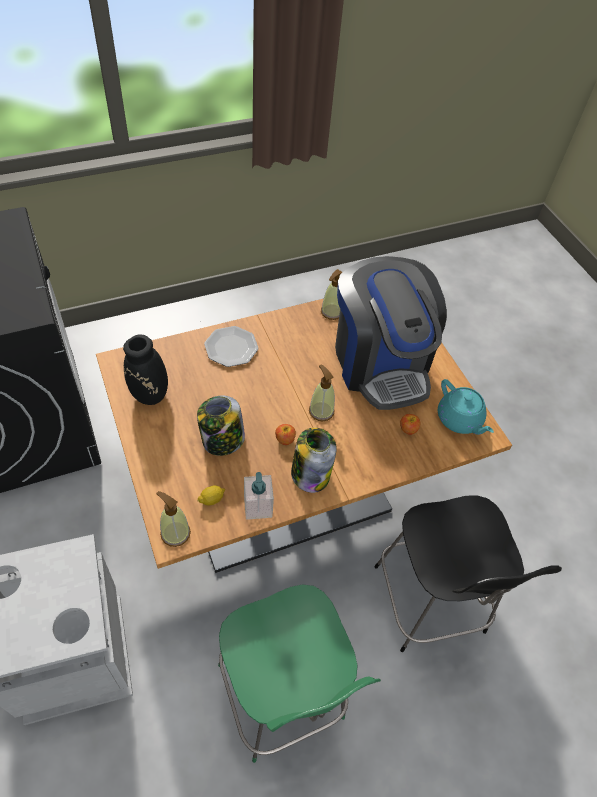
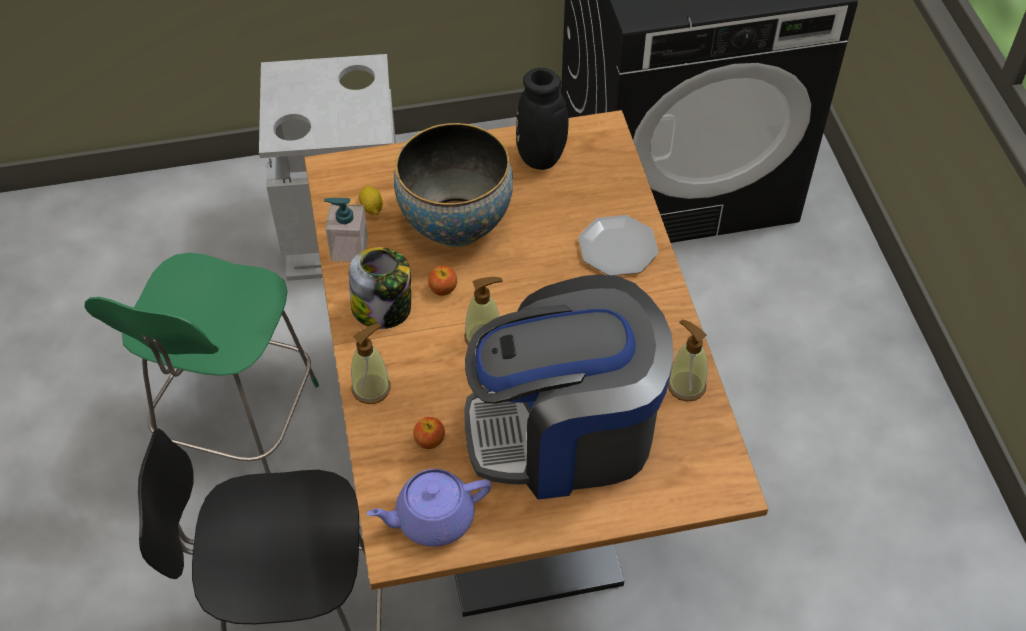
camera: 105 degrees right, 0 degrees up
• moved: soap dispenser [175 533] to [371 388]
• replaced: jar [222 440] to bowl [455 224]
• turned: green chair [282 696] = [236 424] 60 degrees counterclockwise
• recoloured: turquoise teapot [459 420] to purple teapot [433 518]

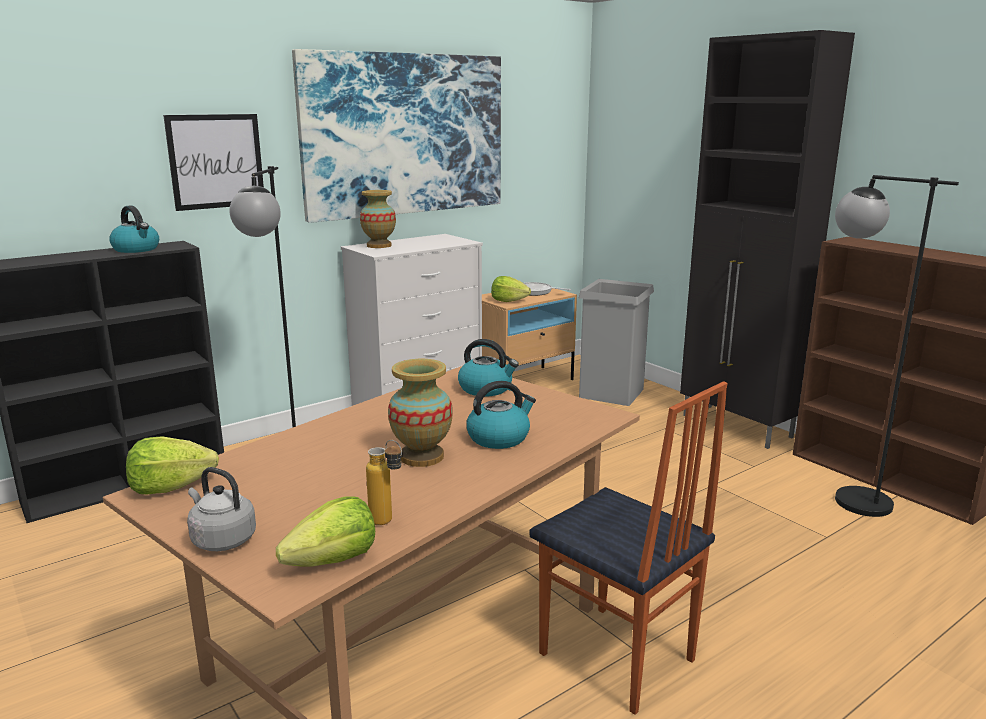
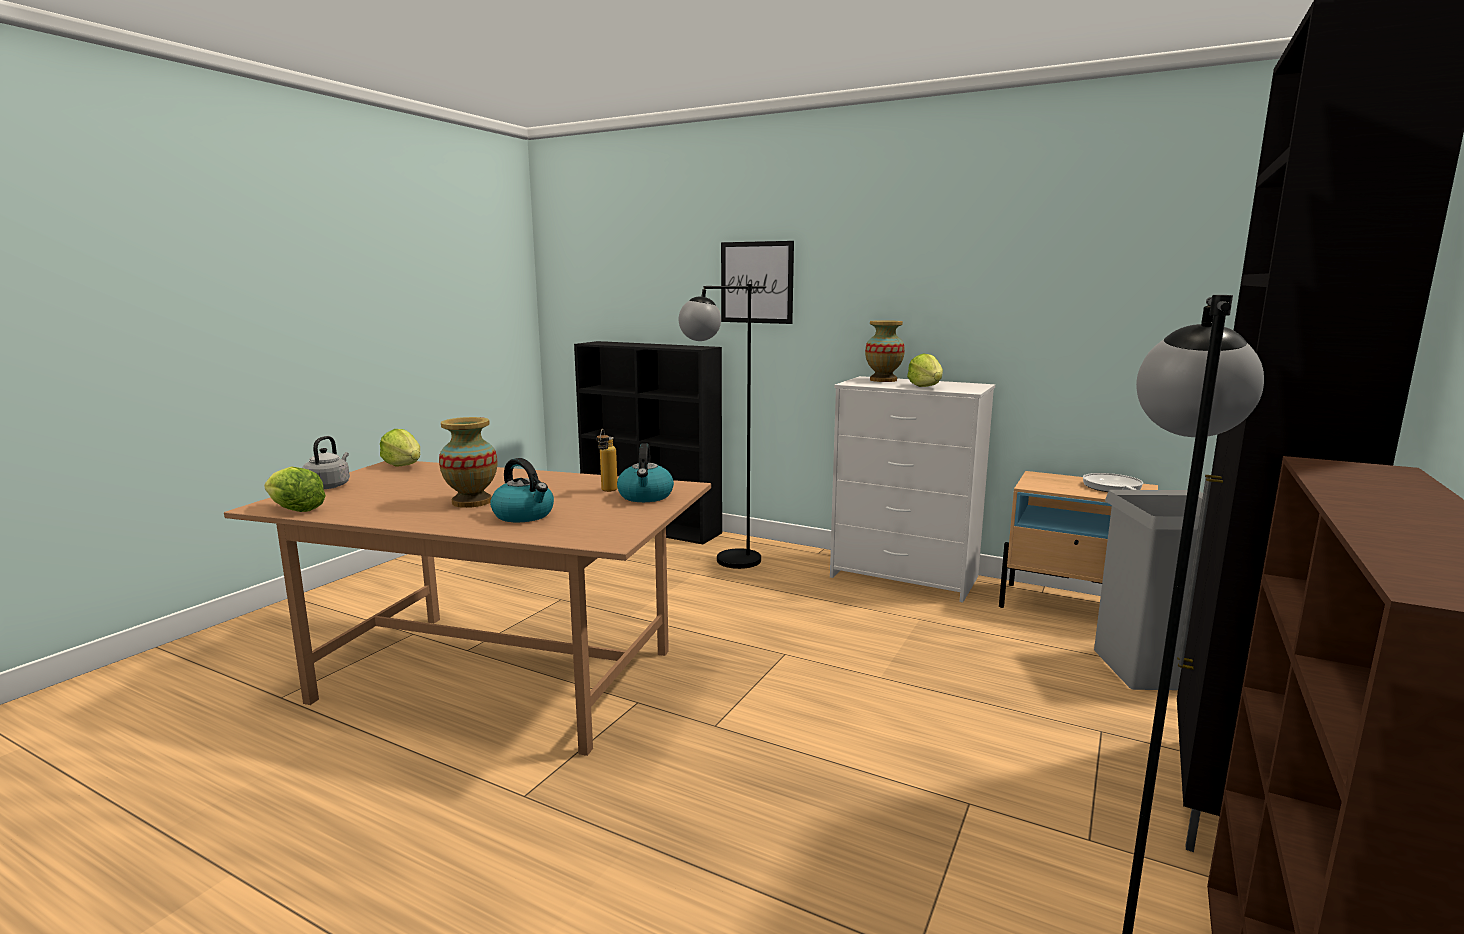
camera: 65 degrees right, 5 degrees down
• removed: kettle [137 249]
• removed: picture [405 135]
• moved: bottle [388 523] to [607 491]
• moved: lettuce [508 301] to [926 387]
• removed: chair [616 659]

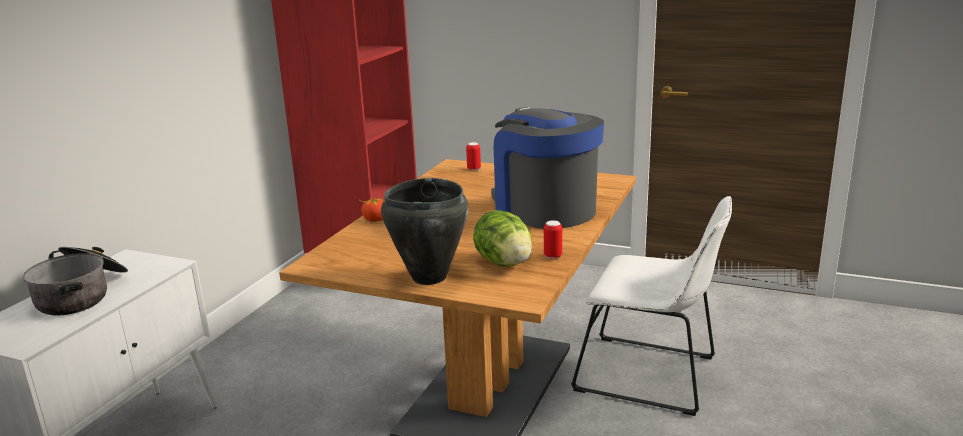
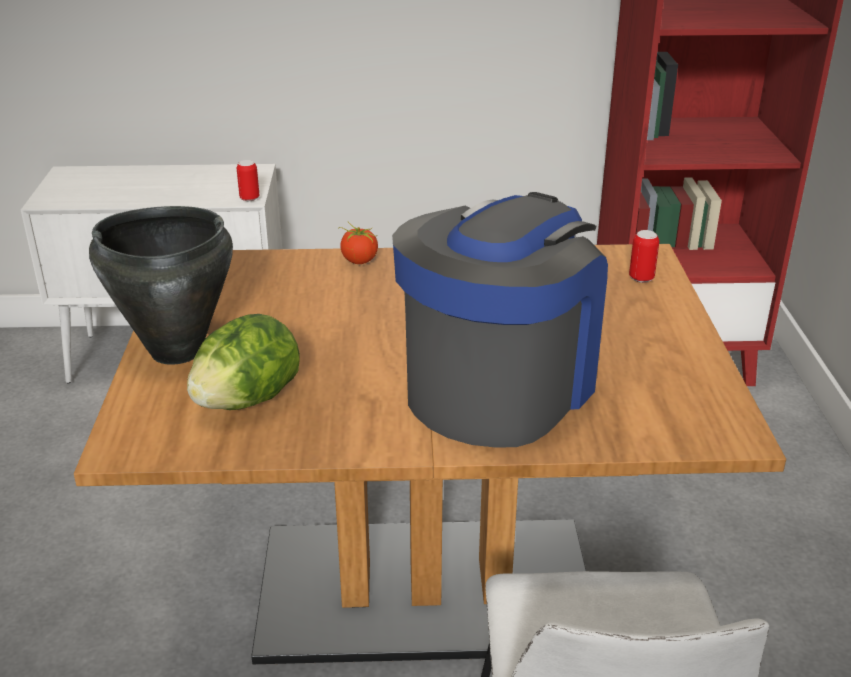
camera: 65 degrees right, 10 degrees up
• removed: cooking pot [82 294]
• moved: can [553 256] to [249 198]

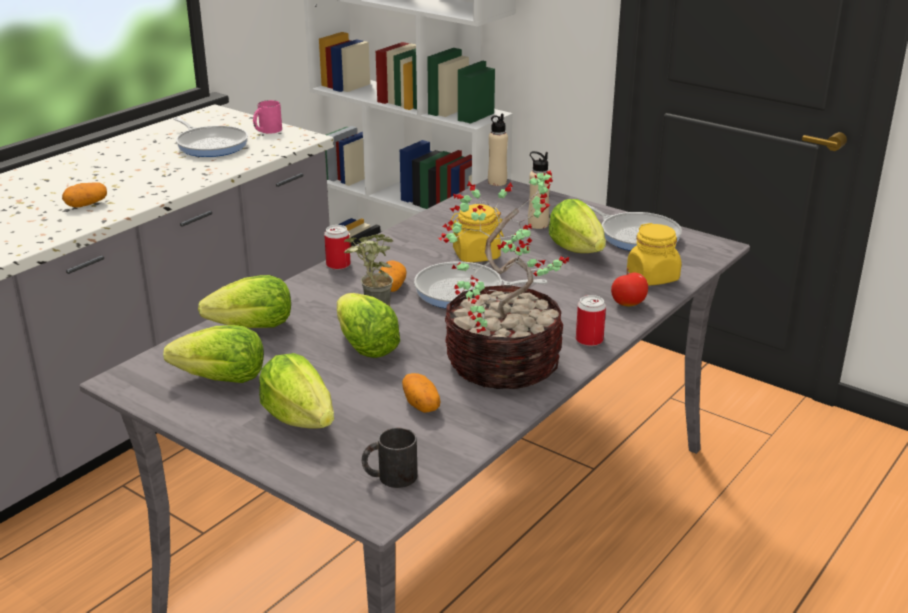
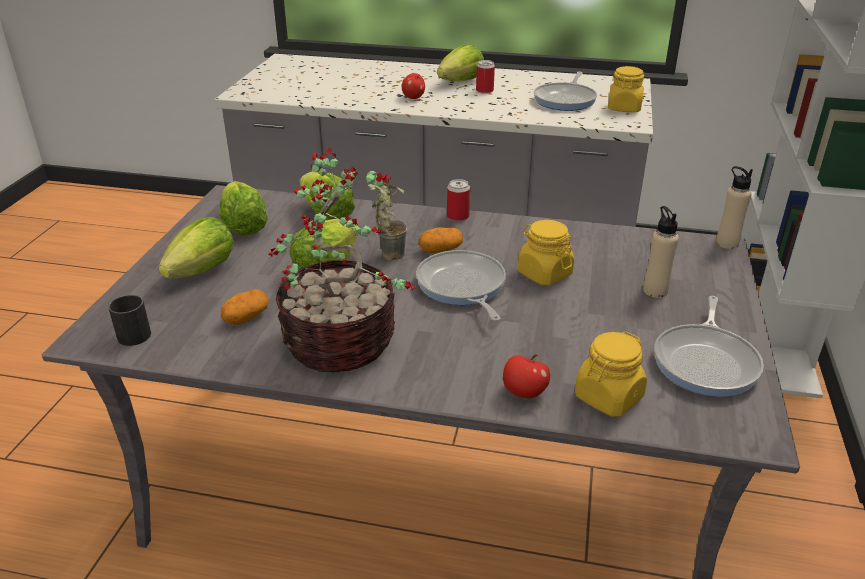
camera: 65 degrees right, 5 degrees up
• replaced: potato [86 205] to apple [413 98]
• replaced: pink mug [267 131] to yellow jar [624 108]
• moved: lettuce [577 249] to [461 82]
• moved: can [589 340] to [484 91]

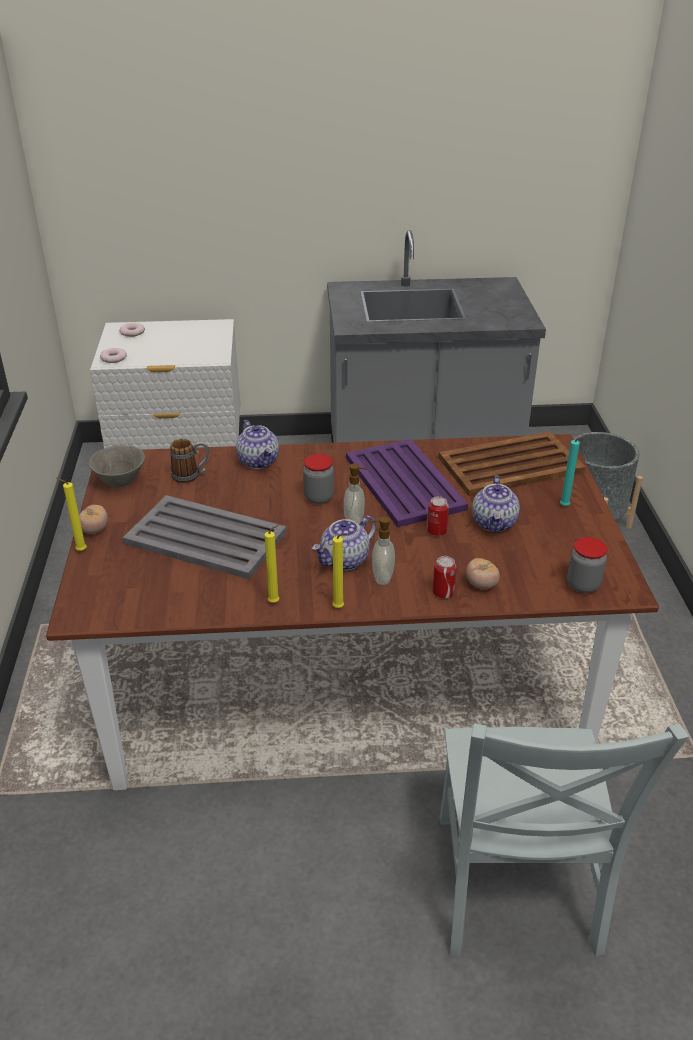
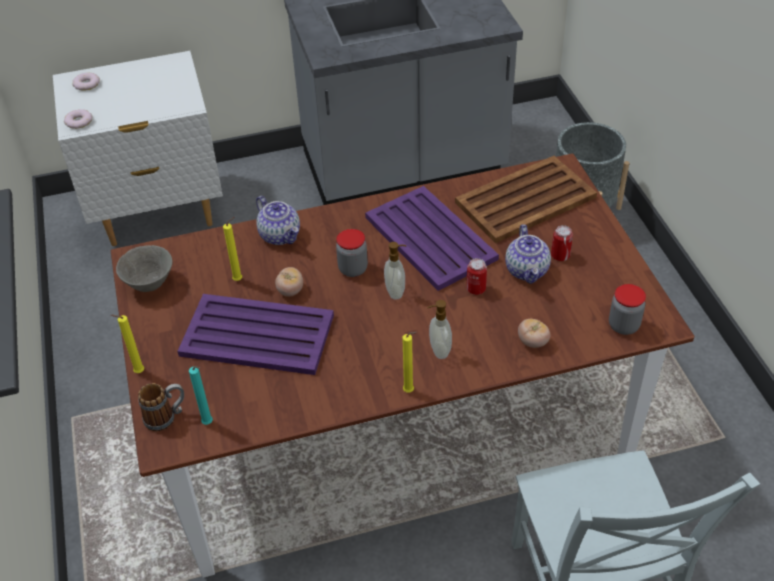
camera: 10 degrees left, 10 degrees up
• moved: tomato [94 530] to [290 291]
• recoloured: grey tray [204 537] to purple tray [256 335]
• moved: mug [191 476] to [166 417]
• moved: yellow candle [275 602] to [239 279]
• removed: teapot [345 560]
• moved: can [443 592] to [560 256]
• moved: turquoise candle [565 507] to [209 424]

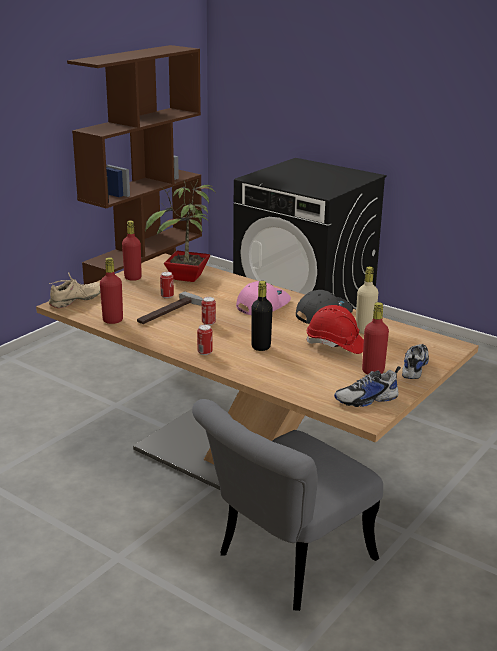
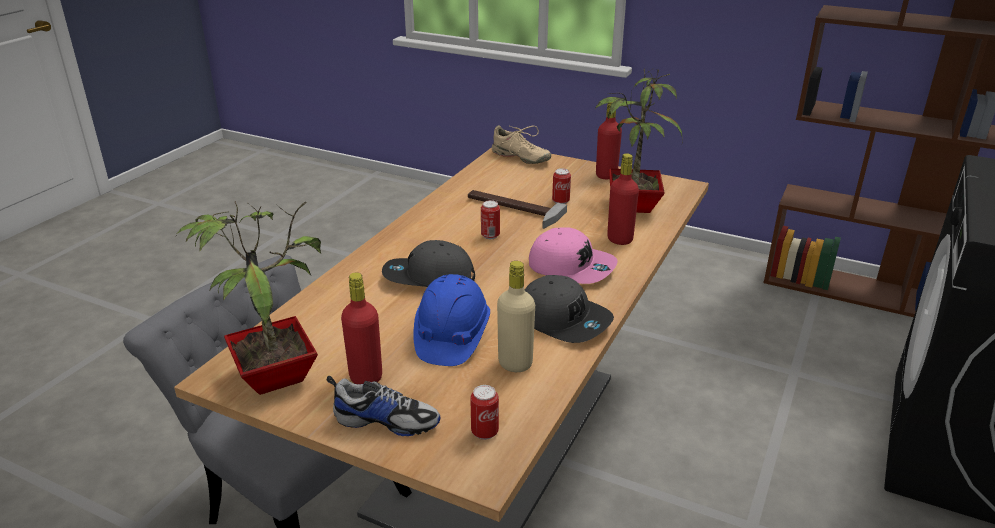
camera: 80 degrees right, 5 degrees up
• moved: red bottle [113 320] to [620 239]
• moved: can [205 352] to [484 432]
• replaced: black bottle [261 347] to grey cap [428 278]
• recoloured: red hard hat [335 345] to blue hard hat [451 337]
• replaced: shoe [367 399] to potted plant [274 374]

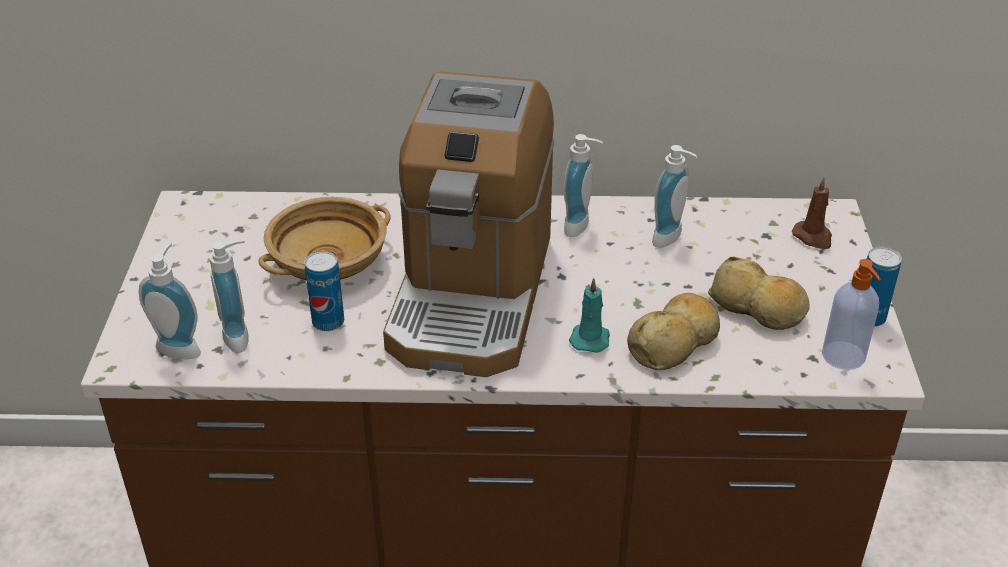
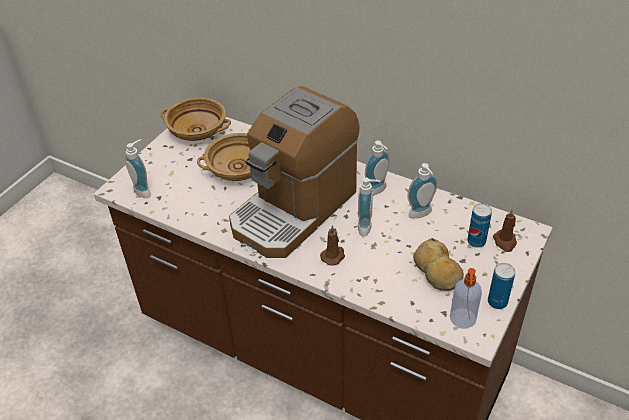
camera: 30 degrees right, 5 degrees up
• moved: soap dispenser [241 336] to [367 227]
• moved: can [328 322] to [476 241]
• recoloured: turquoise candle [590 338] to brown candle [333 256]
• removed: bread [675 342]
• added: beige bowl [198 131]

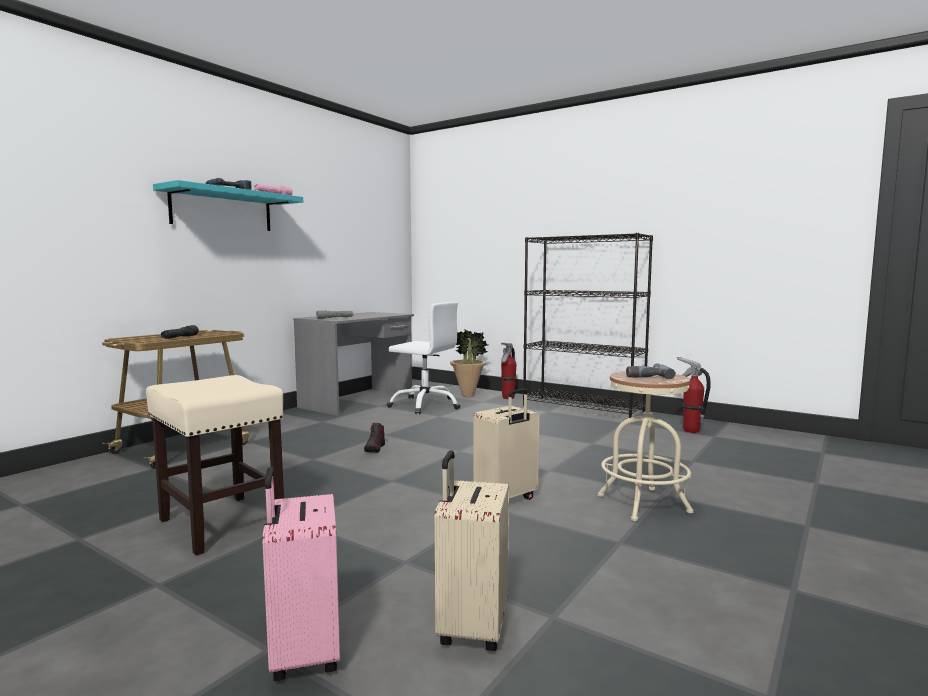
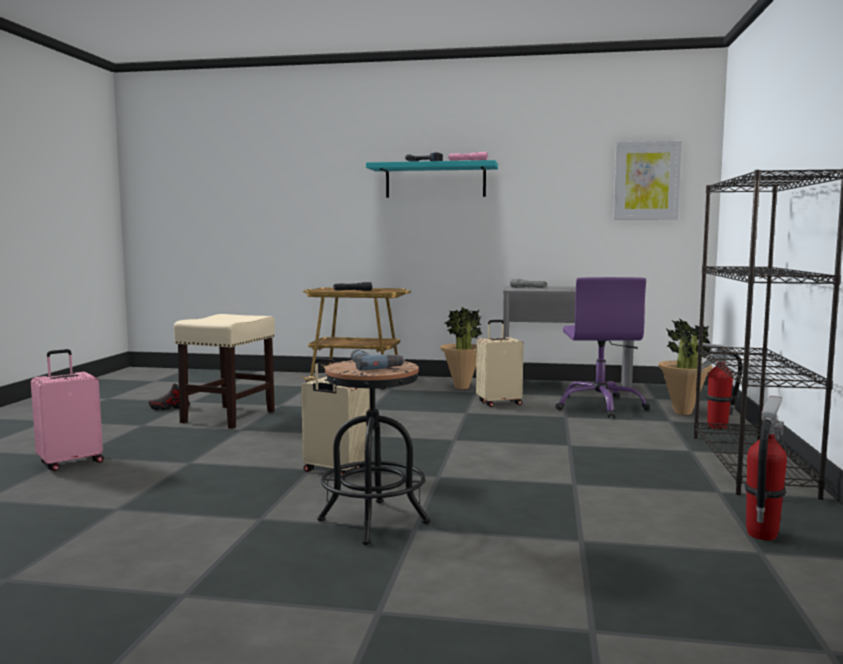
camera: 65 degrees right, 0 degrees up
• moved: shoe [375 448] to [169 408]
• recoloured: white office chair [425 405] to purple office chair [600 406]
• moved: beige suitcase [471 627] to [499 403]
• recoloured: beige stool [643 504] to black stool [373 522]
• added: potted plant [462 387]
• added: picture [646 181]

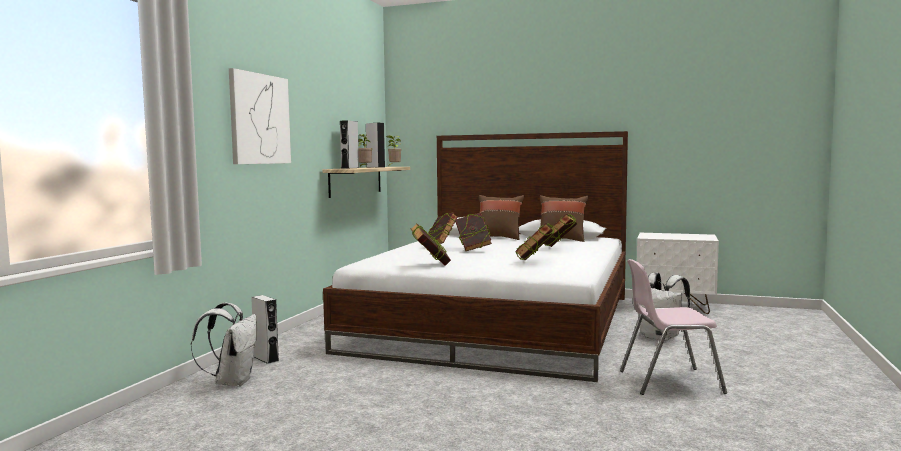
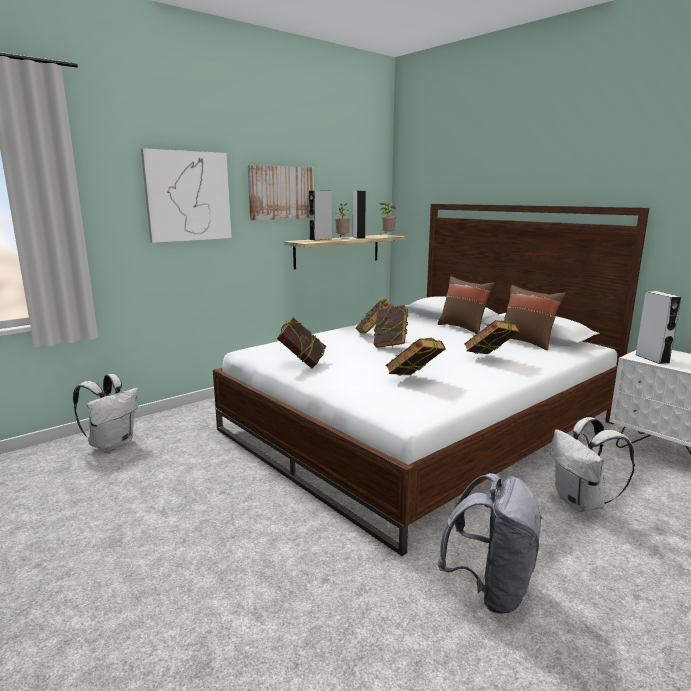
camera: 30 degrees right, 10 degrees up
• moved: grey speaker [266 359] to [652 358]
• replaced: pink chair [668 381] to grey backpack [490 589]
• added: picture [281 193]

